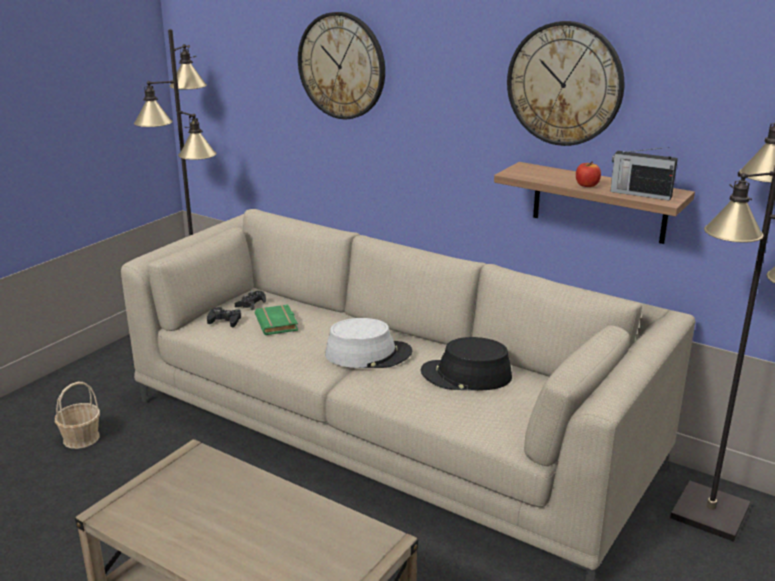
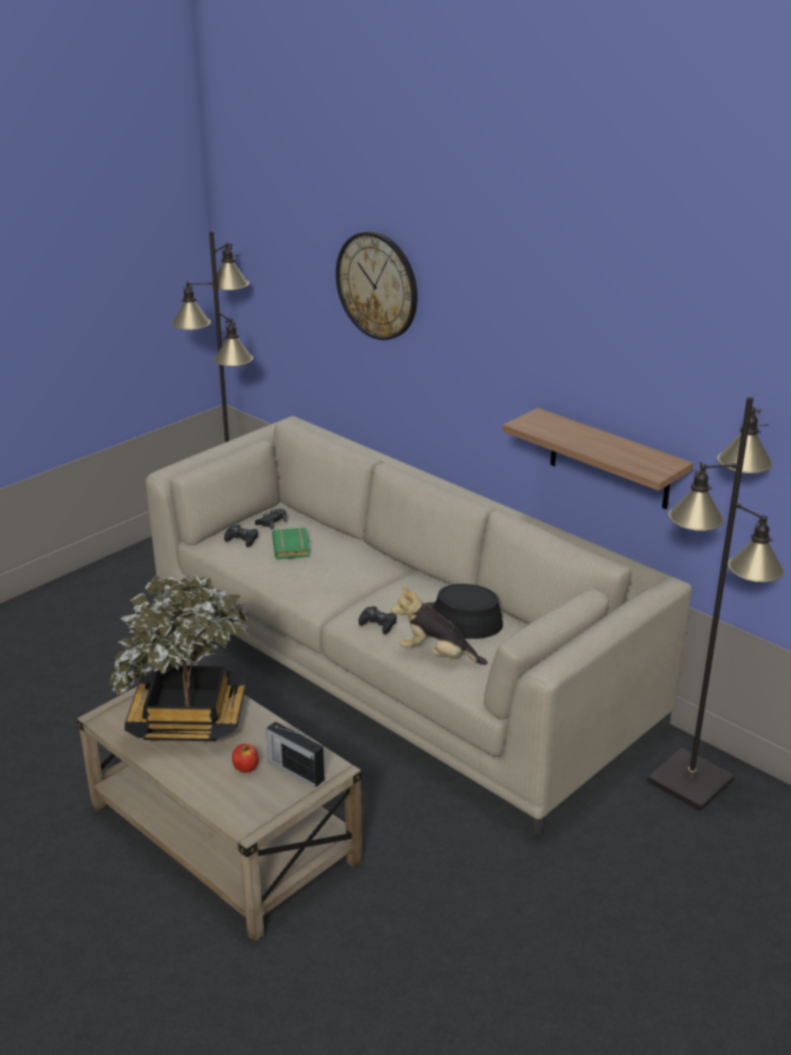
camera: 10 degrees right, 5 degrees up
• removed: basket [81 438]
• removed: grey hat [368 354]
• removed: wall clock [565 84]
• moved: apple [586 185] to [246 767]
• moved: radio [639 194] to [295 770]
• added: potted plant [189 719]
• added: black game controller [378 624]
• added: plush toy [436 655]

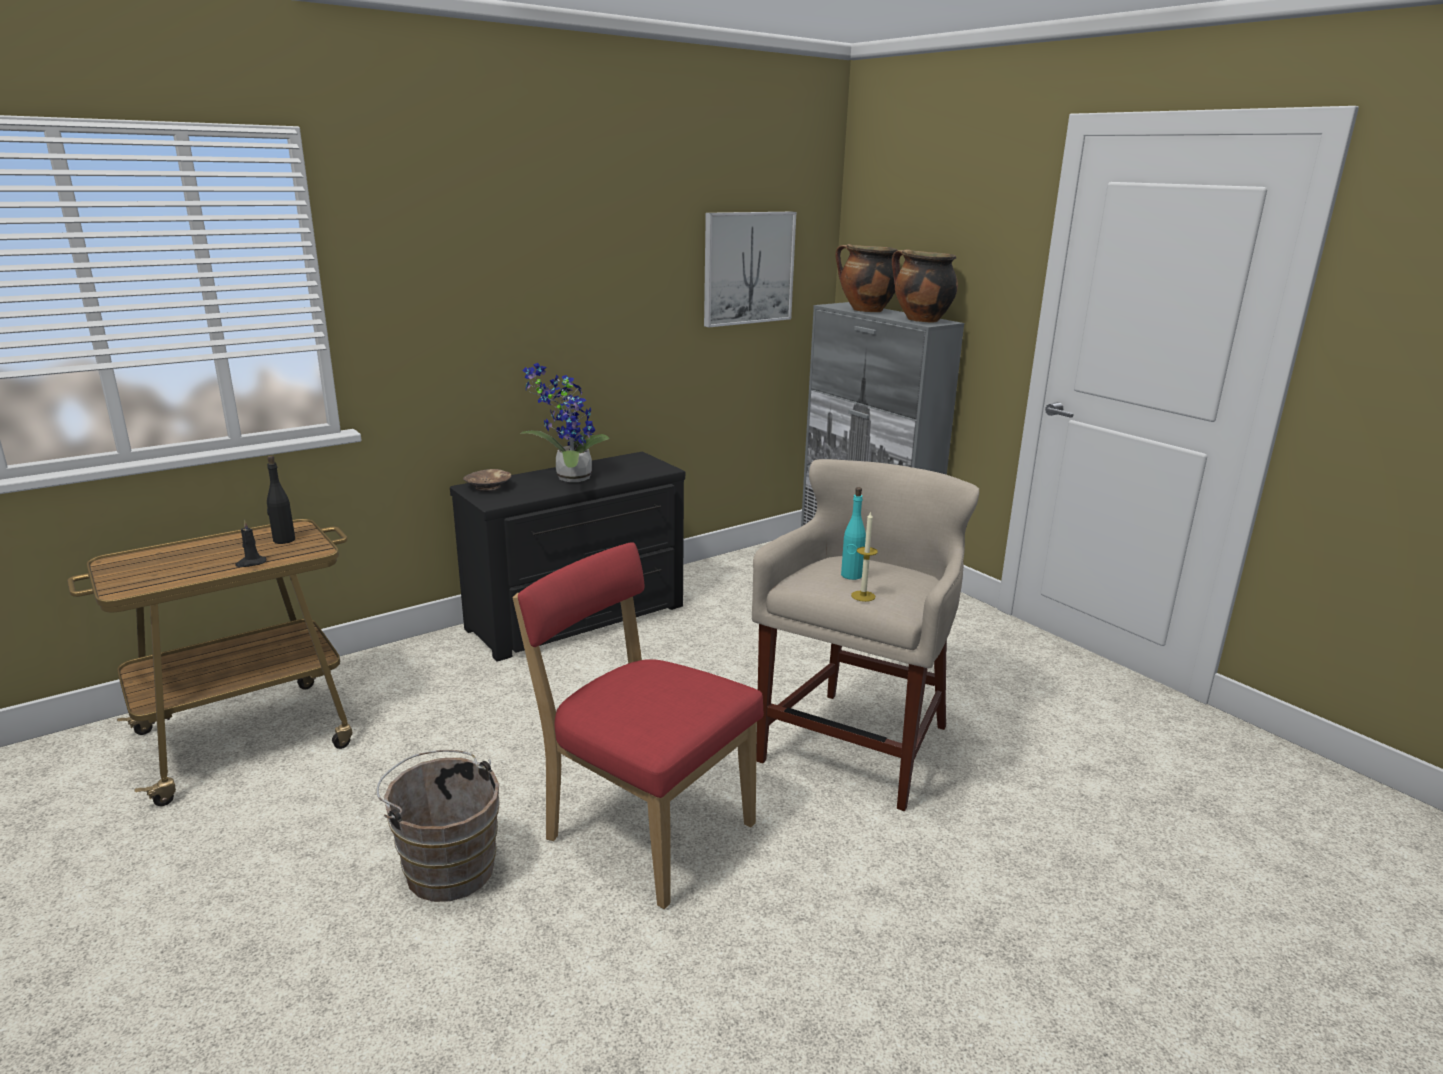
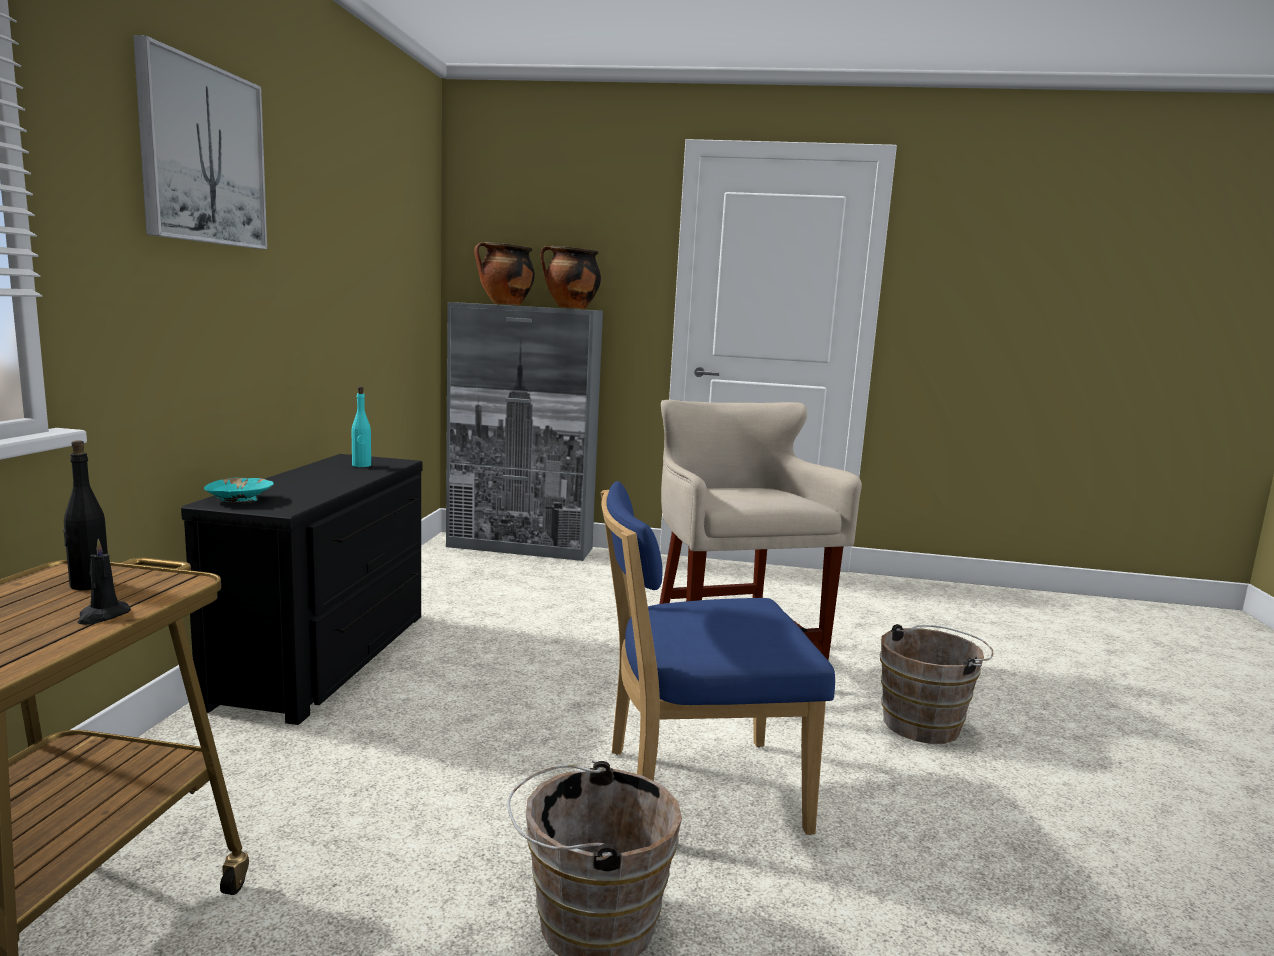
camera: 45 degrees left, 10 degrees down
• recoloured: brown bowl [488 487] to turquoise bowl [240 499]
• recoloured: red chair [643 828] to blue chair [693 789]
• removed: potted plant [569 478]
• moved: picture [748 268] to [202 154]
• moved: turquoise bottle [851 575] to [361 465]
• removed: candle [863 596]
• added: brown bucket [926 723]

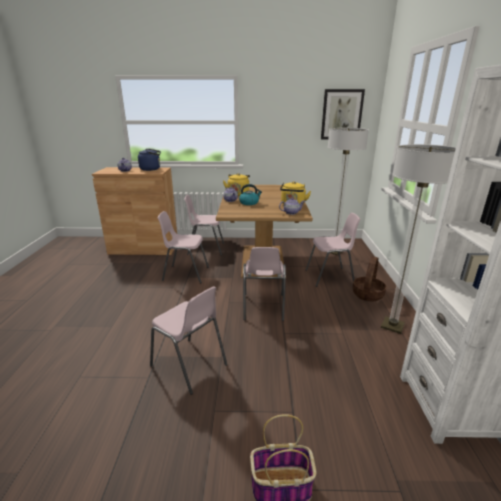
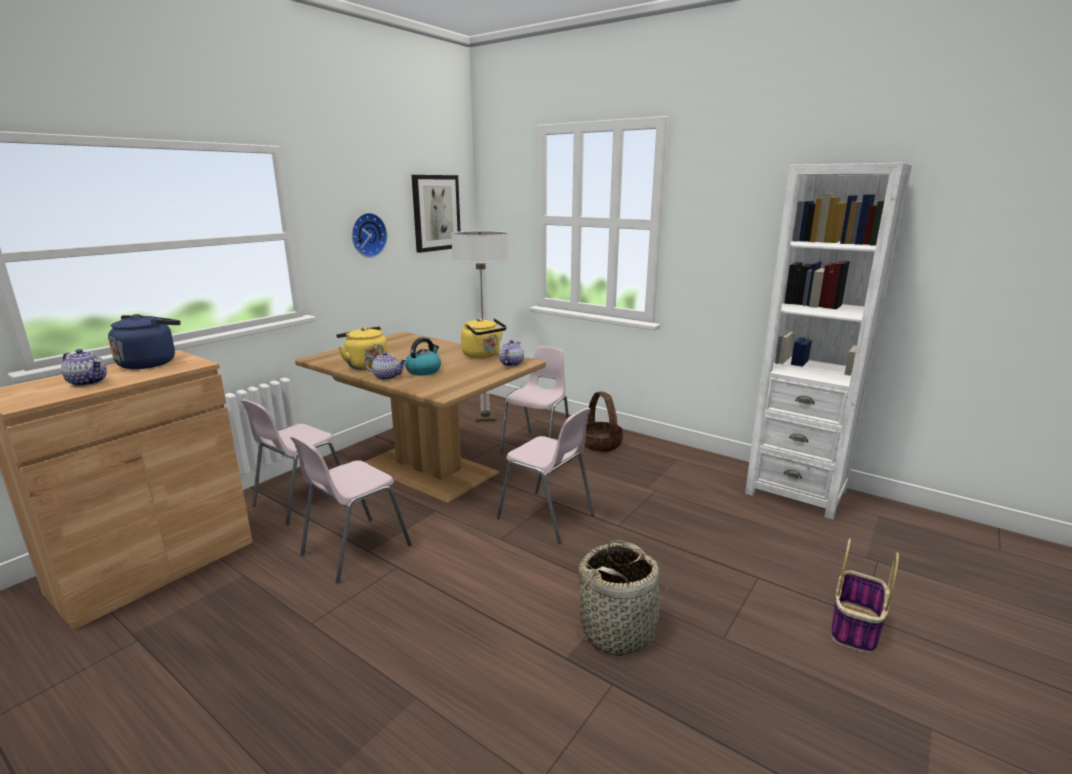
camera: 55 degrees left, 5 degrees down
• replaced: pink chair [189 366] to basket [618 630]
• removed: floor lamp [392 326]
• added: wall clock [367 235]

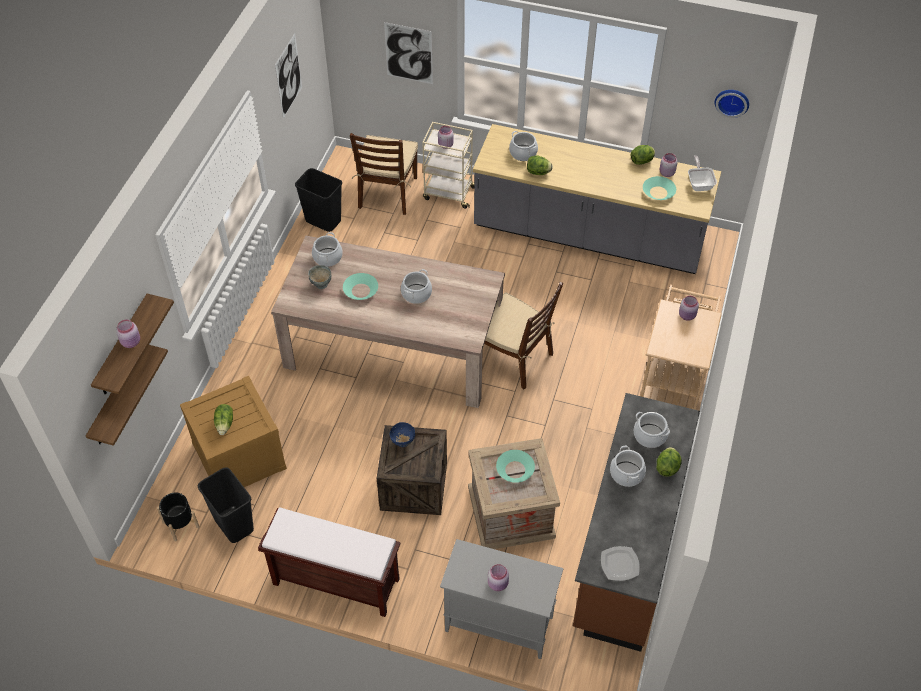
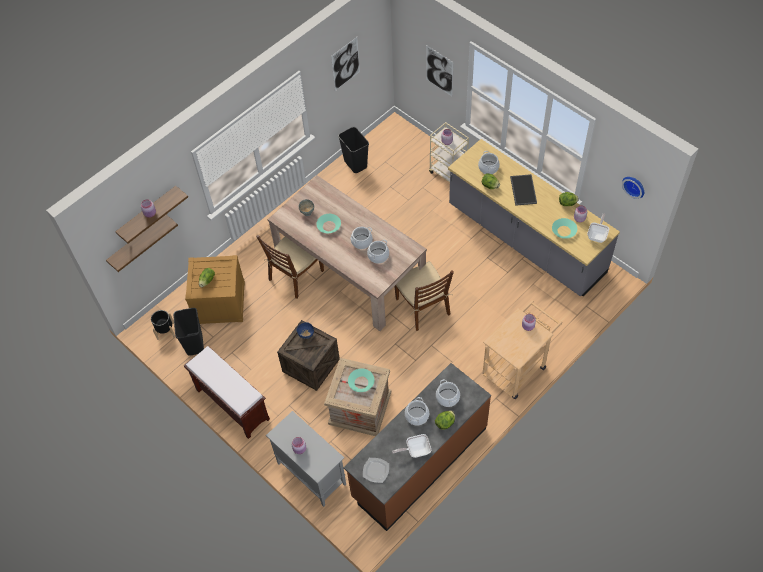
camera: 30 degrees right, 5 degrees up
• moved: cooking pot [327 257] to [378 256]
• moved: brown chair [387 193] to [295 275]
• added: frying pan [415 450]
• added: tray [522 189]

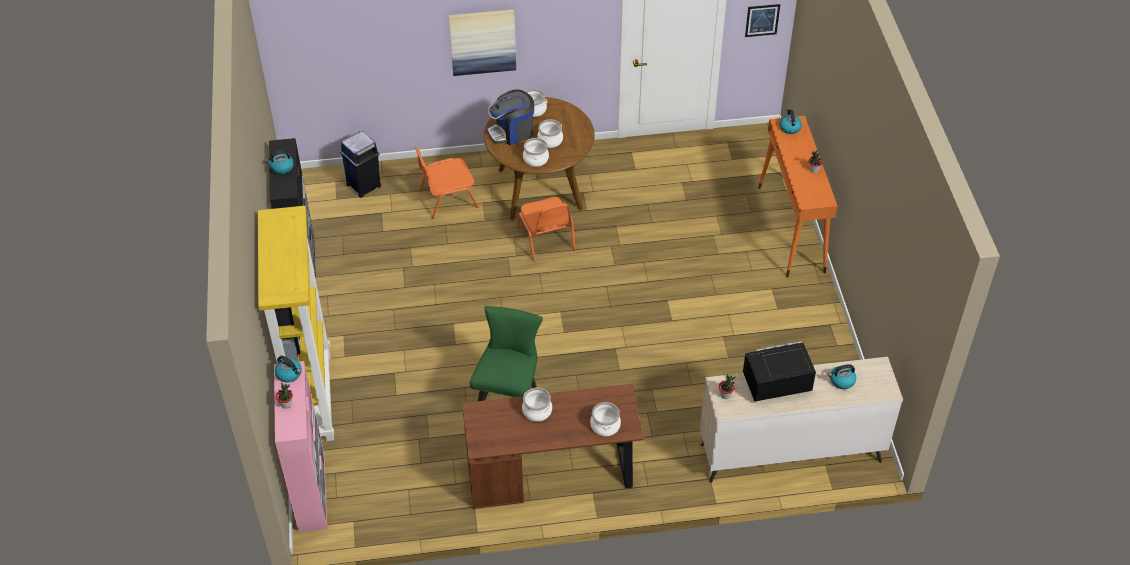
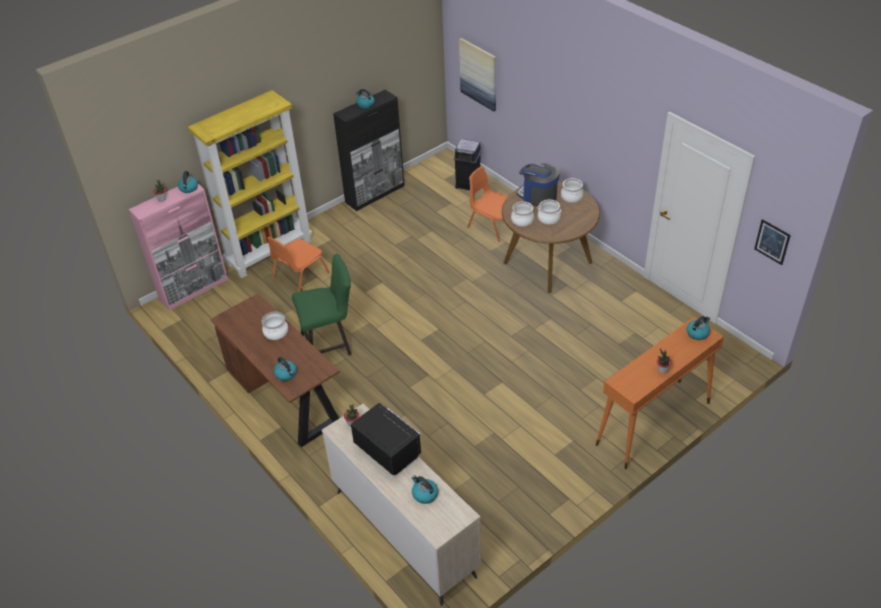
camera: 60 degrees right, 5 degrees down
• moved: picture [482 41] to [479 74]
• moved: orange chair [546 239] to [299 276]
• replaced: cooking pot [605 425] to kettle [286 374]

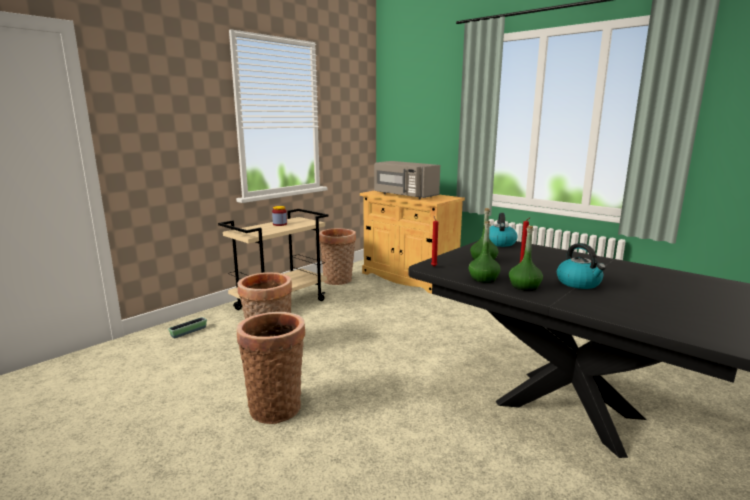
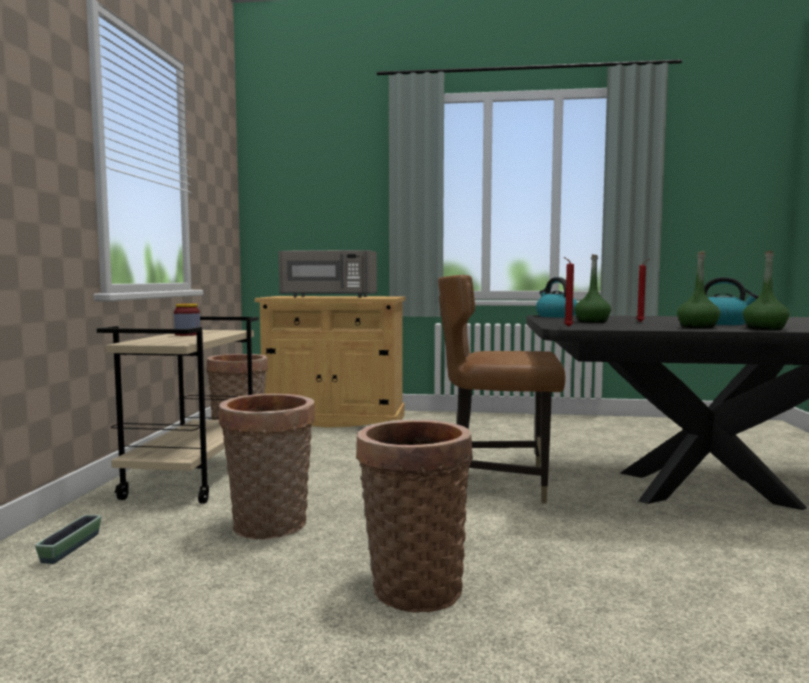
camera: 35 degrees left, 10 degrees down
• moved: green bottle [483 279] to [764 329]
• added: brown chair [499 483]

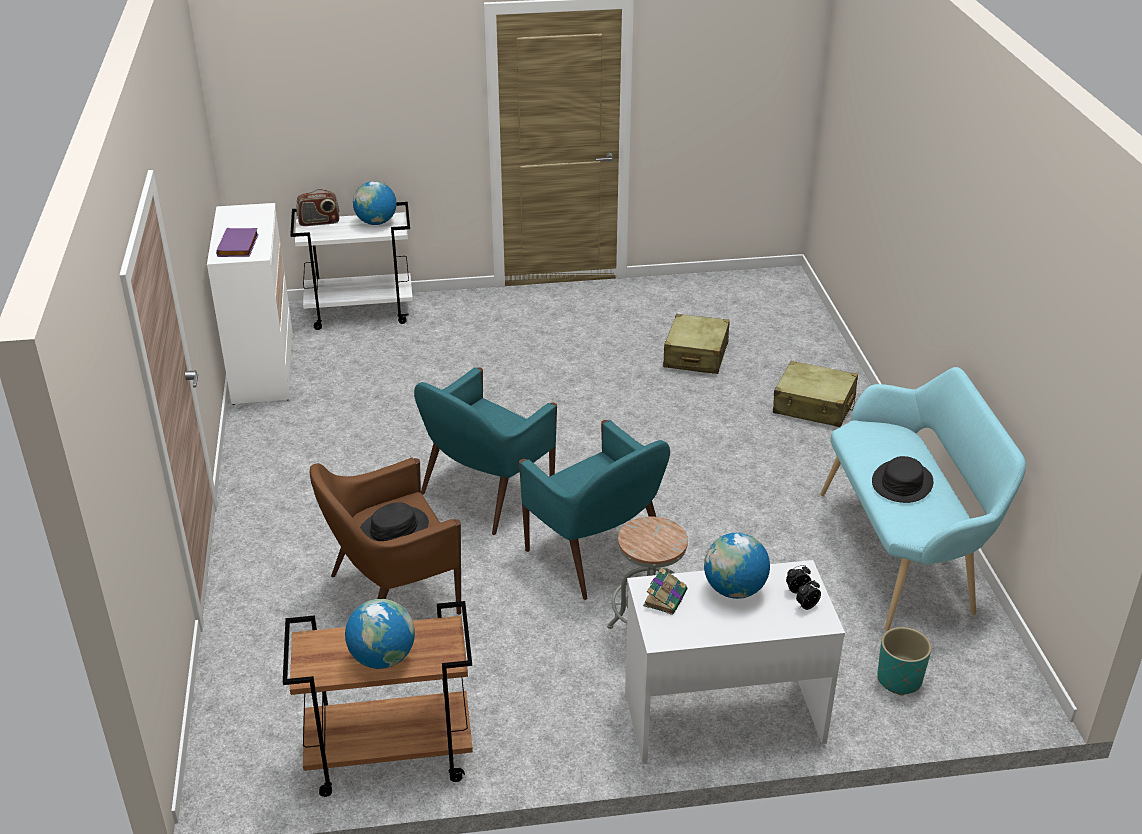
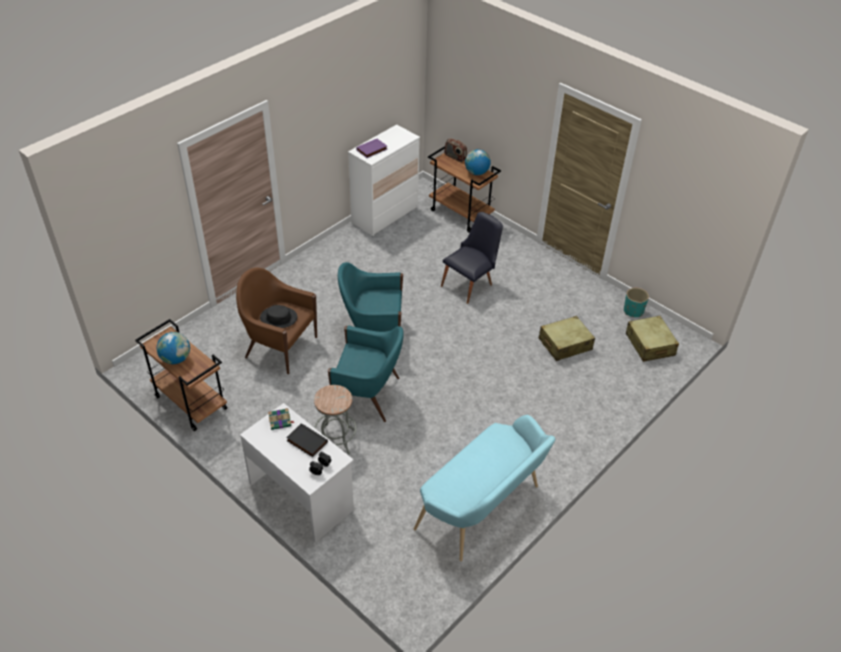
camera: 50 degrees right, 10 degrees up
• recoloured: white cart [361 312] to brown cart [461 214]
• turned: turquoise armchair [597 554] = [368 395] 90 degrees counterclockwise
• replaced: globe [734 590] to black book [306 442]
• moved: beige suitcase [814 406] to [650 345]
• removed: black hat [901 483]
• moved: turquoise planter [899 680] to [633 311]
• added: black chair [471 283]

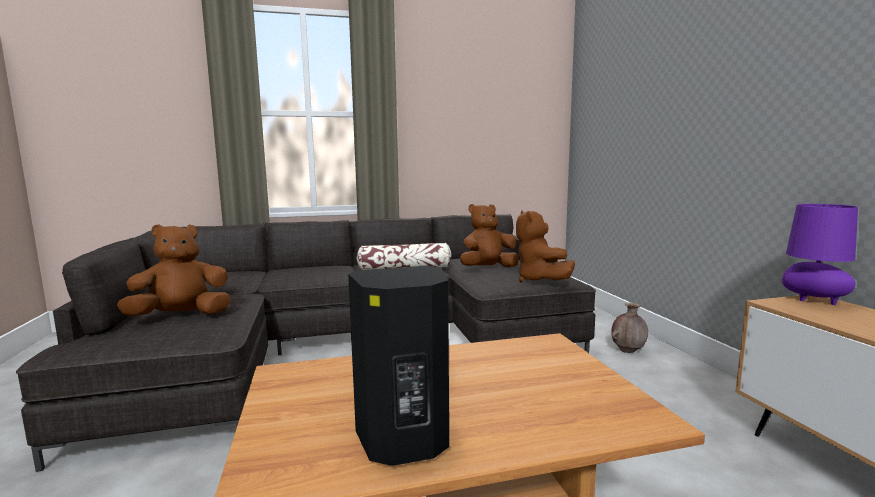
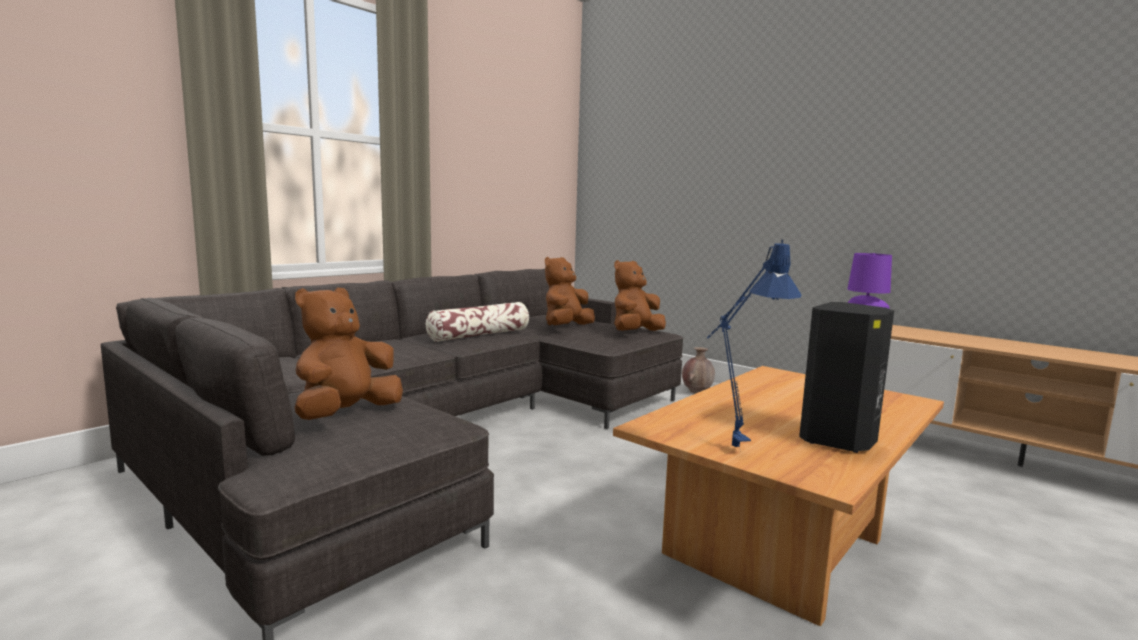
camera: 35 degrees left, 0 degrees up
• turned: brown plush toy [539 280] = [635 333] 90 degrees clockwise
• added: blue table lamp [730 444]

